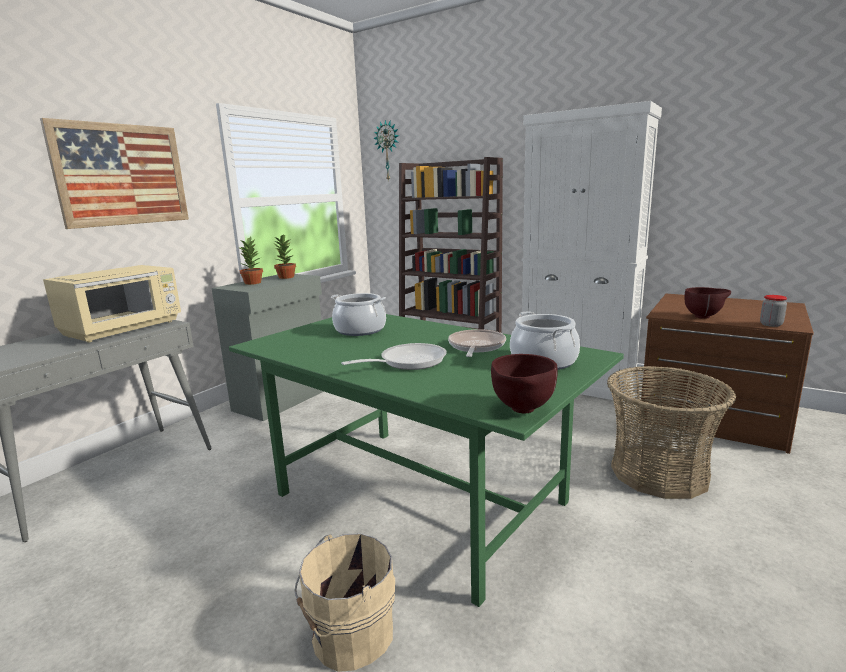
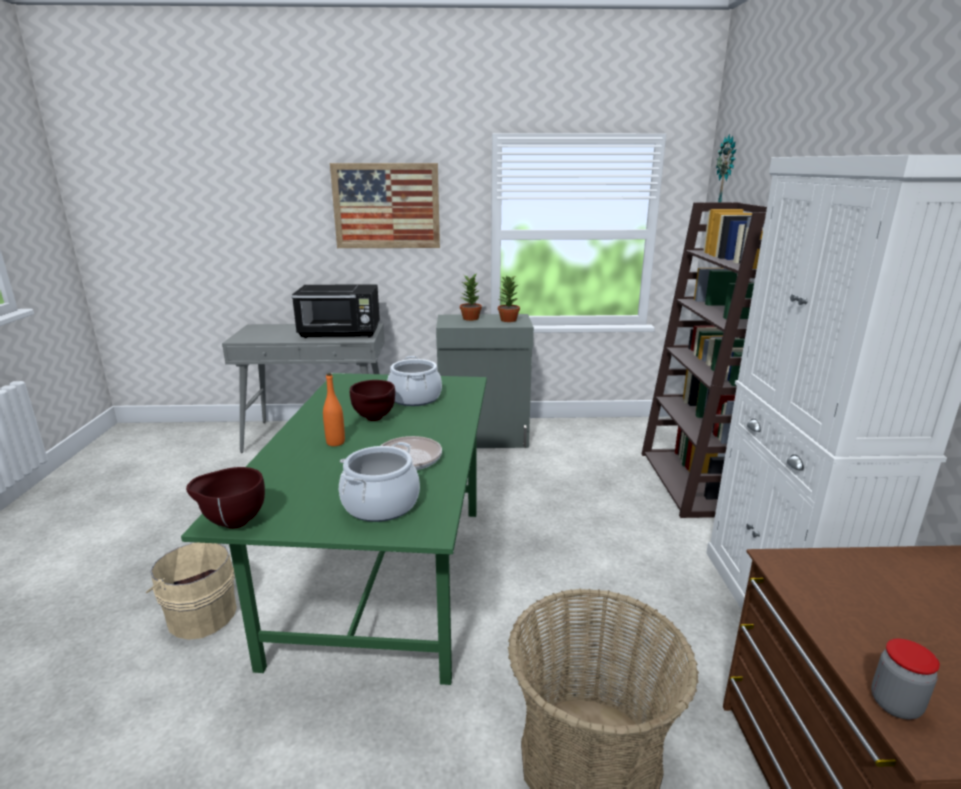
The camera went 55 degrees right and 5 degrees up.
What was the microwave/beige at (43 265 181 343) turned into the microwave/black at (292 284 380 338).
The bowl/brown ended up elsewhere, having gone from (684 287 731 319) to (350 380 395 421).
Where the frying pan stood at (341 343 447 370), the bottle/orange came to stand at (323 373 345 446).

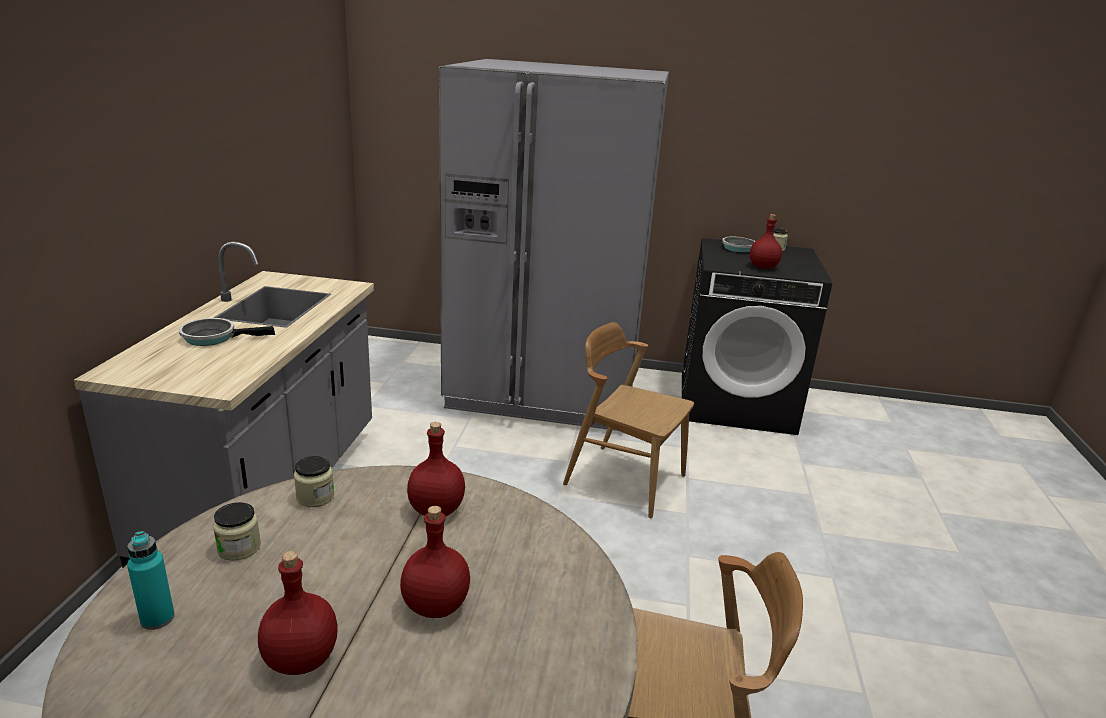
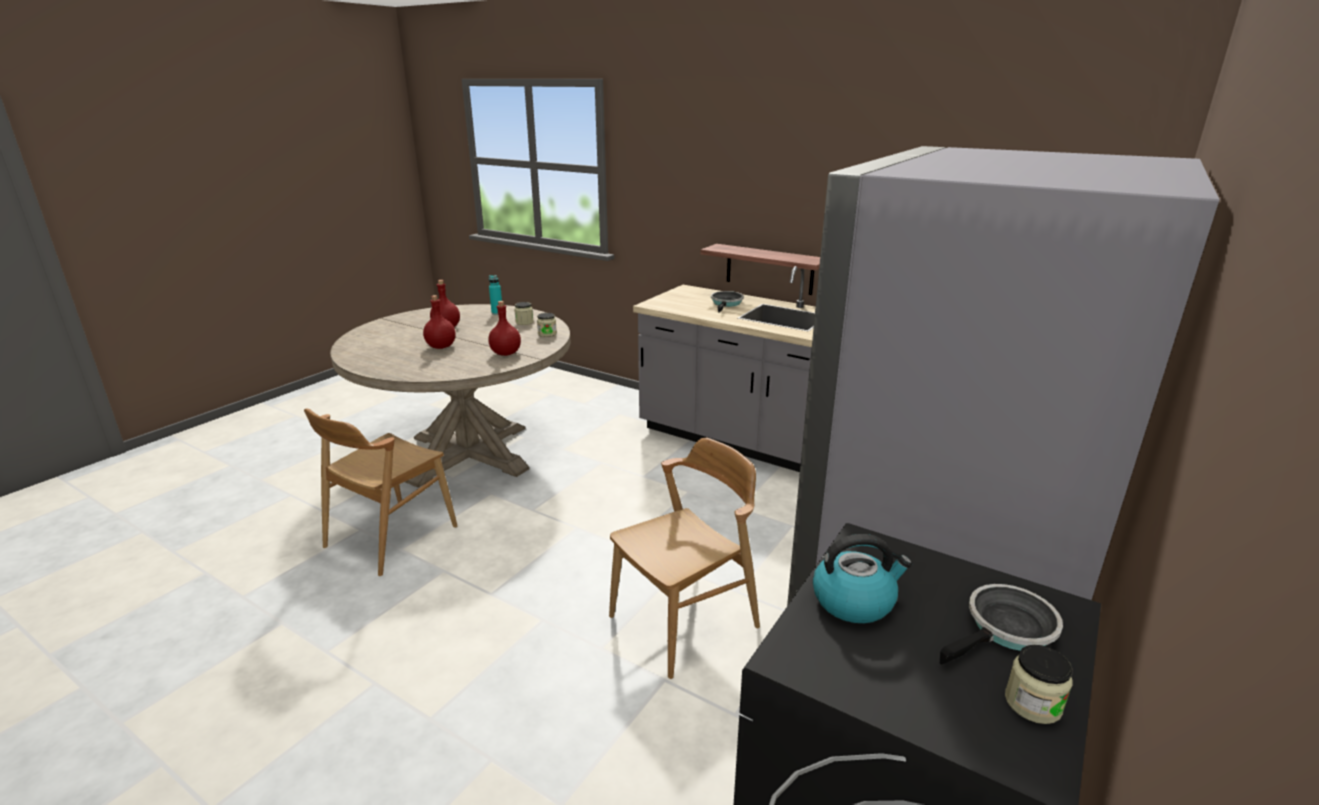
The camera went 115 degrees right and 0 degrees up.
Where the bottle/red stood at (750 214 782 269), the kettle came to stand at (813 534 912 623).
The second view gained the shelf at (700 244 820 295).

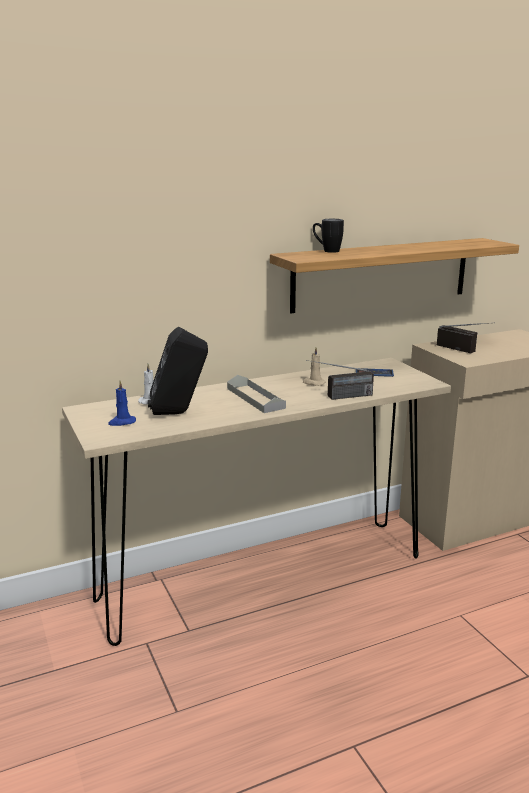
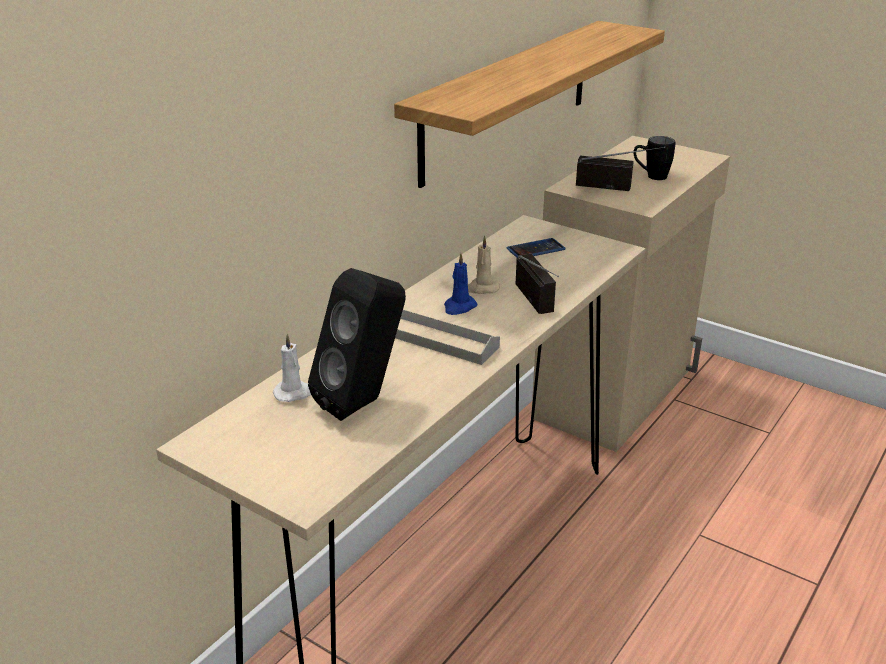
The camera went 30 degrees left and 10 degrees up.
The mug/black ended up elsewhere, having gone from (313 219 344 253) to (634 136 675 180).
The radio at (306 360 374 400) ended up facing another way, 60 degrees counterclockwise from before.
The candle/blue ended up elsewhere, having gone from (108 381 136 426) to (444 253 477 315).

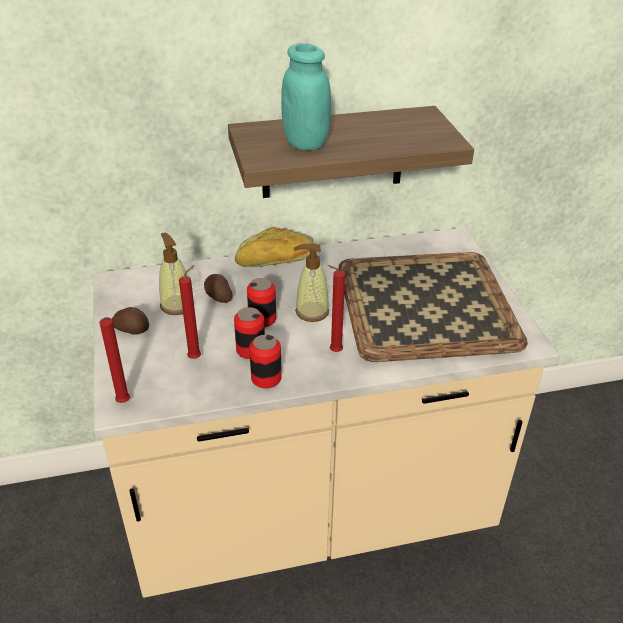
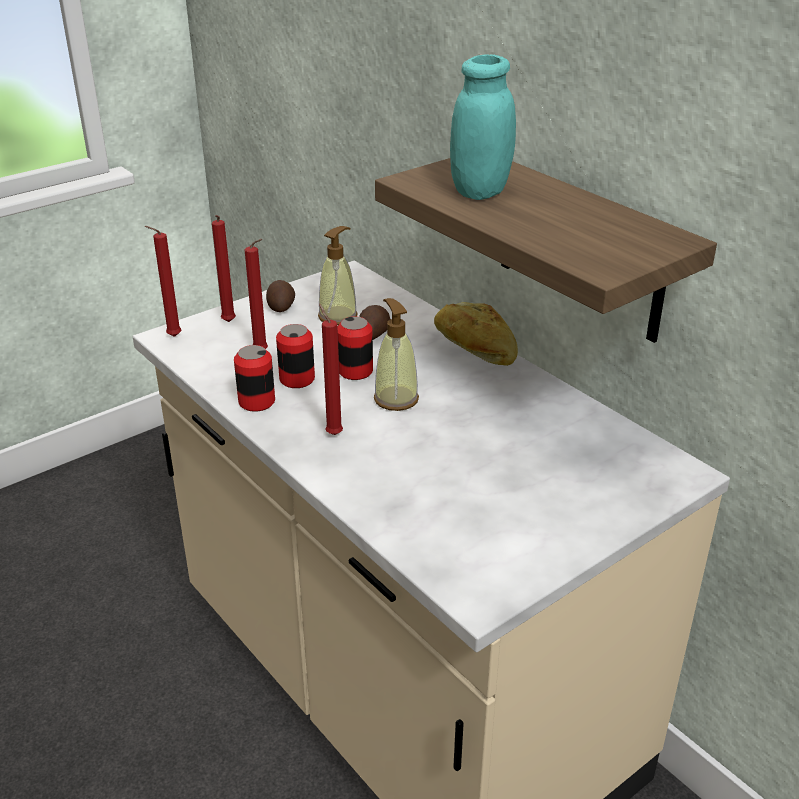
The camera went 65 degrees right and 5 degrees down.
The second view lost the tray at (338 252 528 362).
The second view gained the candle/red at (212 215 236 322).

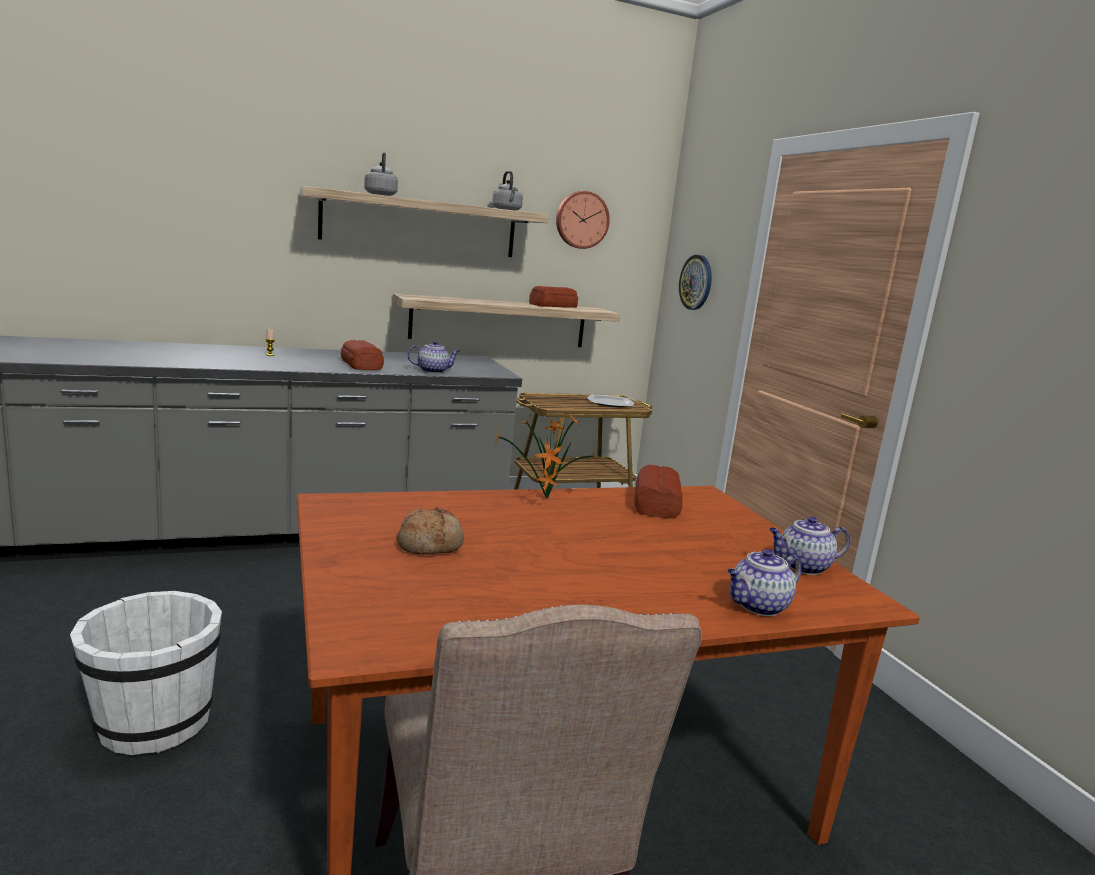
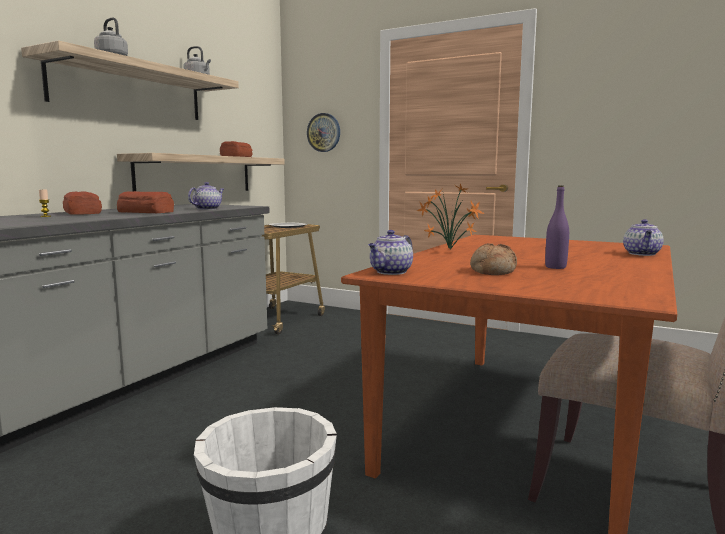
The camera went 40 degrees left and 5 degrees down.
The second view lost the wall clock at (556 191 610 249).
The bread ended up elsewhere, having gone from (634 465 682 518) to (63 191 102 215).
The teapot ended up elsewhere, having gone from (769 517 850 575) to (368 230 413 275).
The second view gained the bottle/purple at (545 185 569 269).

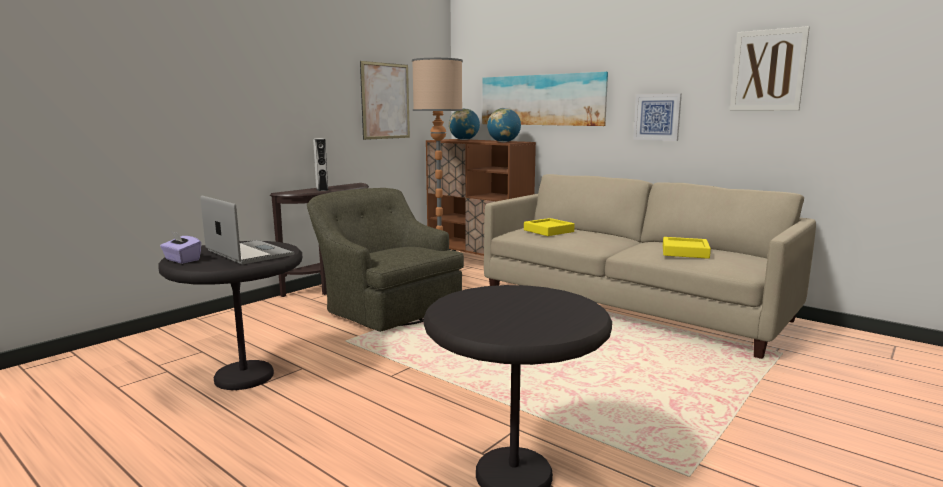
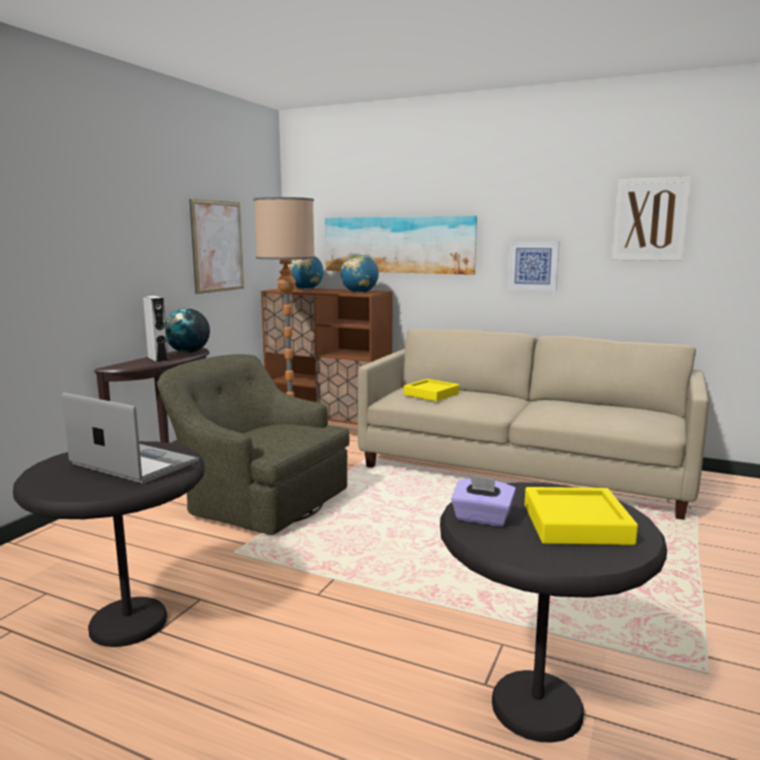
The camera went 15 degrees left and 0 degrees up.
The tissue box/purple ended up elsewhere, having gone from (160 232 201 264) to (451 476 516 526).
The tray/yellow ended up elsewhere, having gone from (663 237 711 259) to (525 487 638 545).
The second view gained the globe at (165 308 210 353).

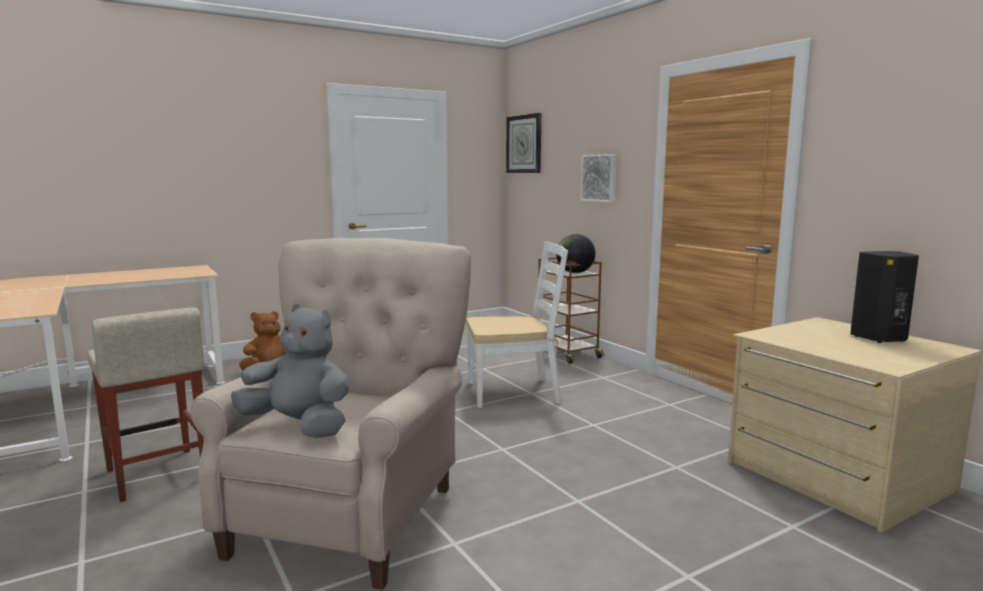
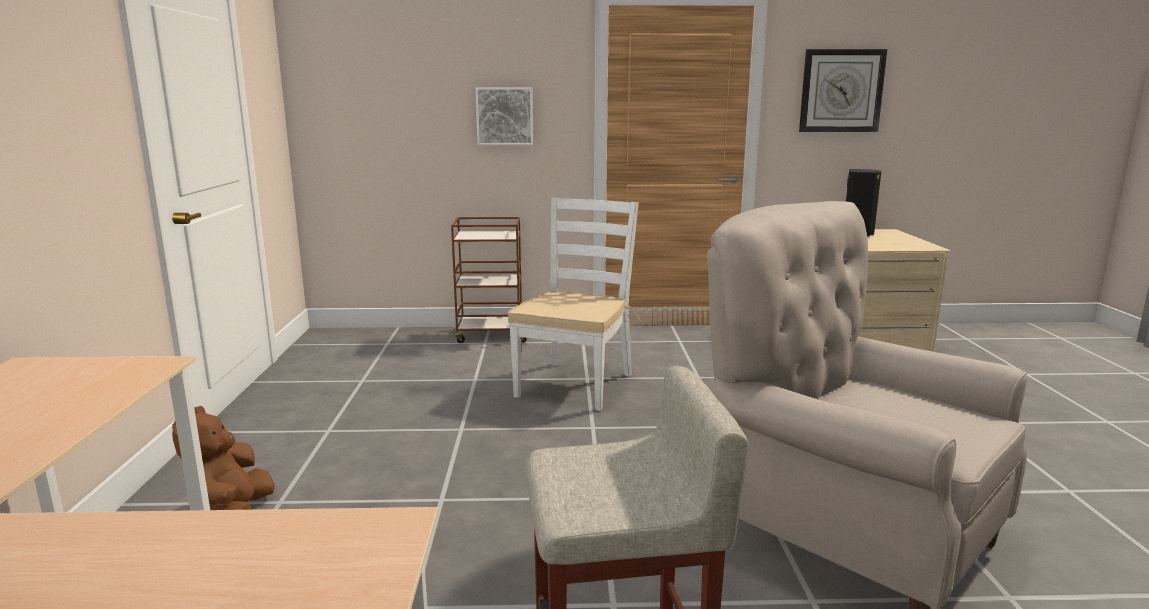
The camera went 60 degrees left and 5 degrees up.
The wall clock ended up elsewhere, having gone from (506 113 541 173) to (799 49 887 132).
The second view lost the globe at (556 234 596 273).
The second view lost the plush toy/grey at (231 303 350 438).

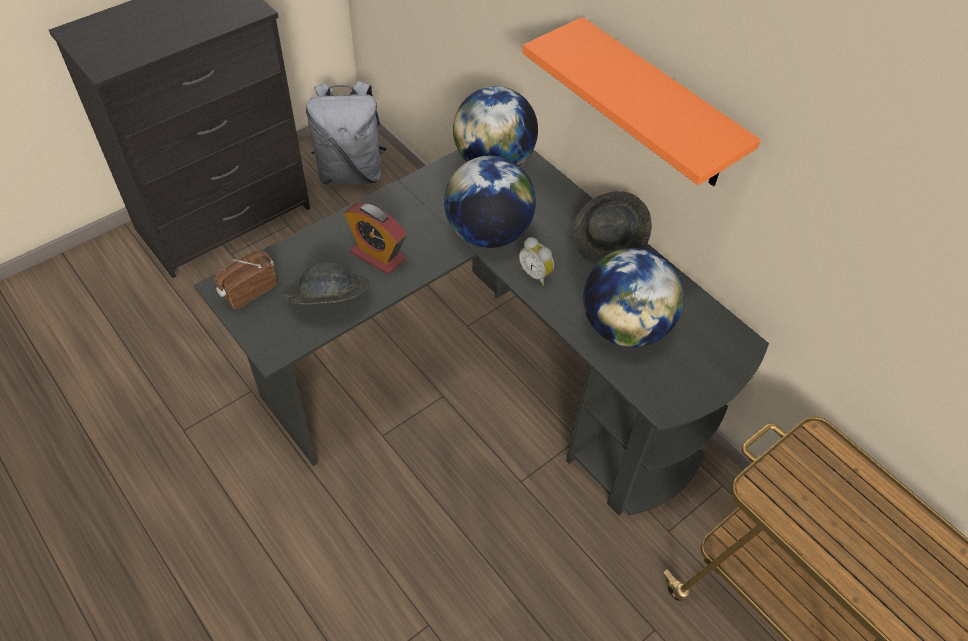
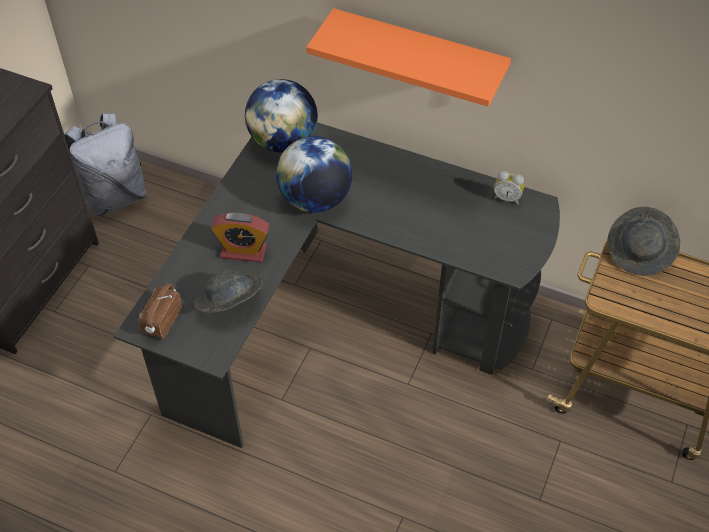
The camera went 25 degrees left and 0 degrees up.
The hat/grey ended up elsewhere, having gone from (573 191 652 265) to (607 207 680 276).
The alarm clock ended up elsewhere, having gone from (519 237 554 286) to (494 171 524 205).
The second view lost the globe at (583 248 684 347).

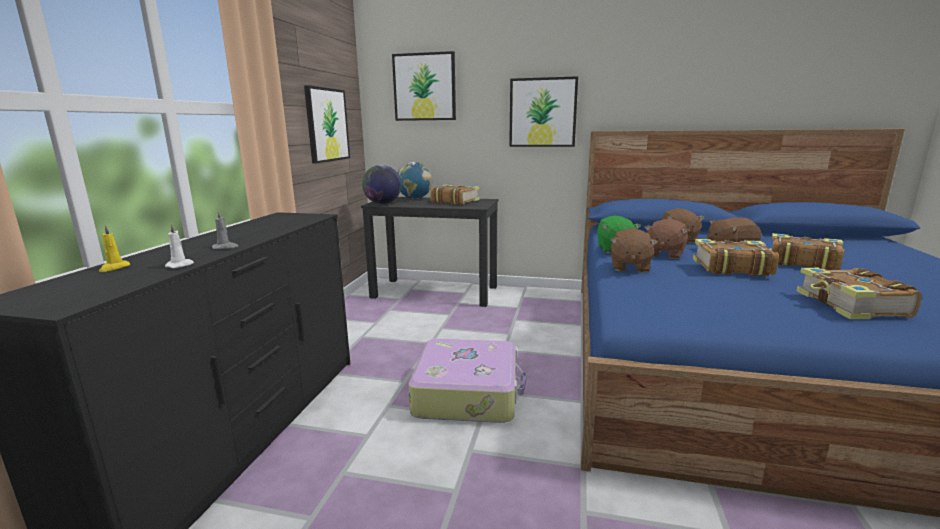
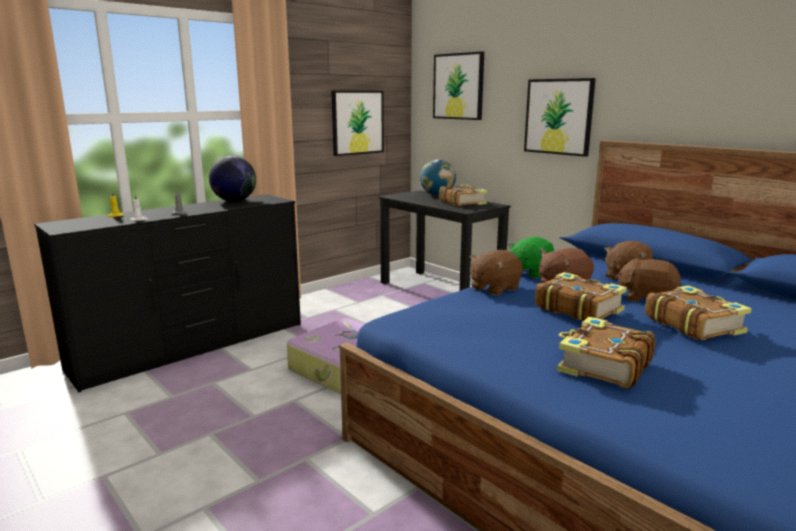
The camera went 35 degrees right and 0 degrees up.
The globe ended up elsewhere, having gone from (362 165 402 204) to (209 156 256 202).

